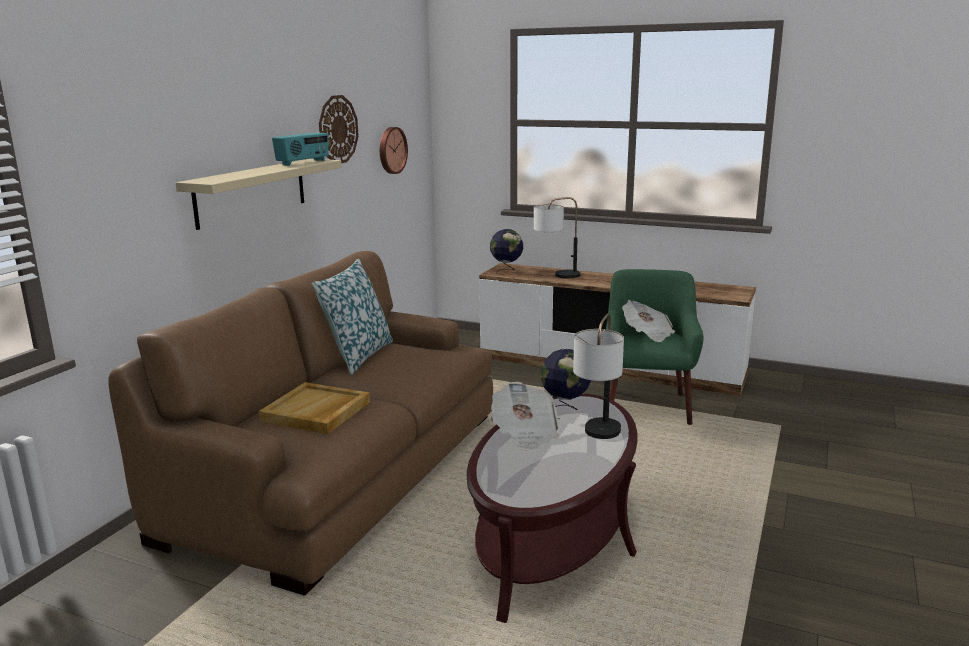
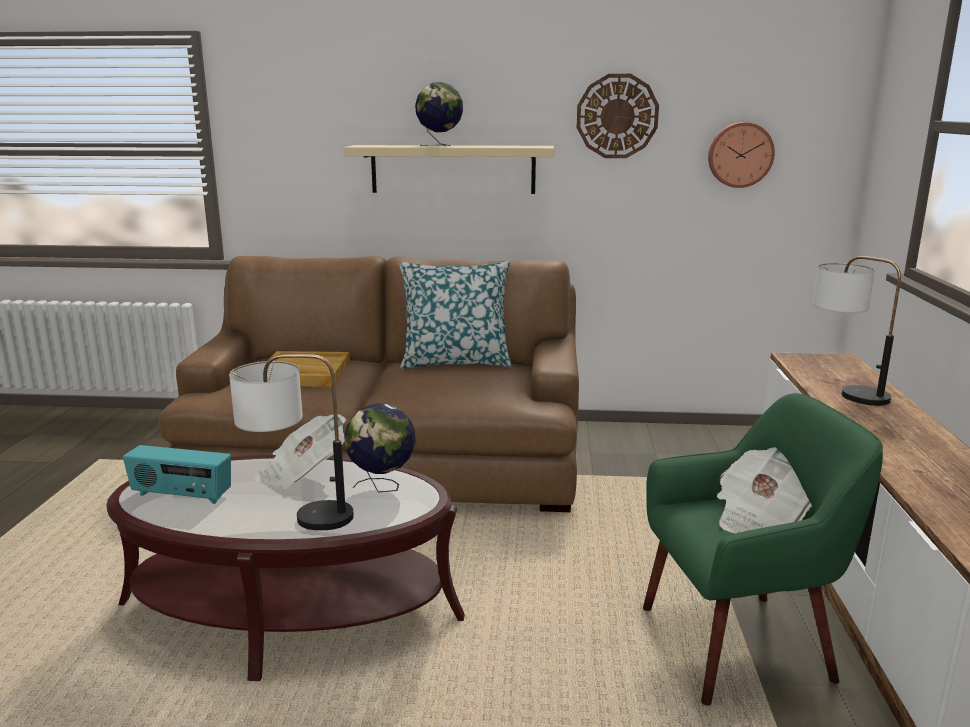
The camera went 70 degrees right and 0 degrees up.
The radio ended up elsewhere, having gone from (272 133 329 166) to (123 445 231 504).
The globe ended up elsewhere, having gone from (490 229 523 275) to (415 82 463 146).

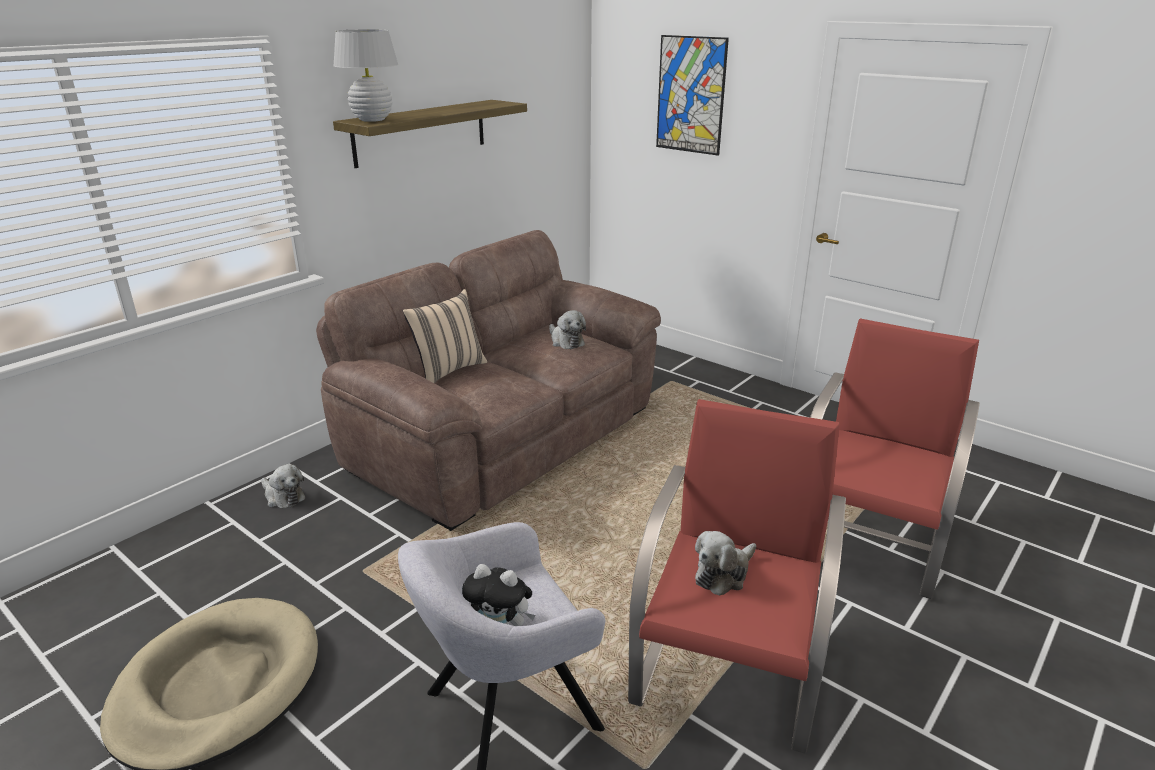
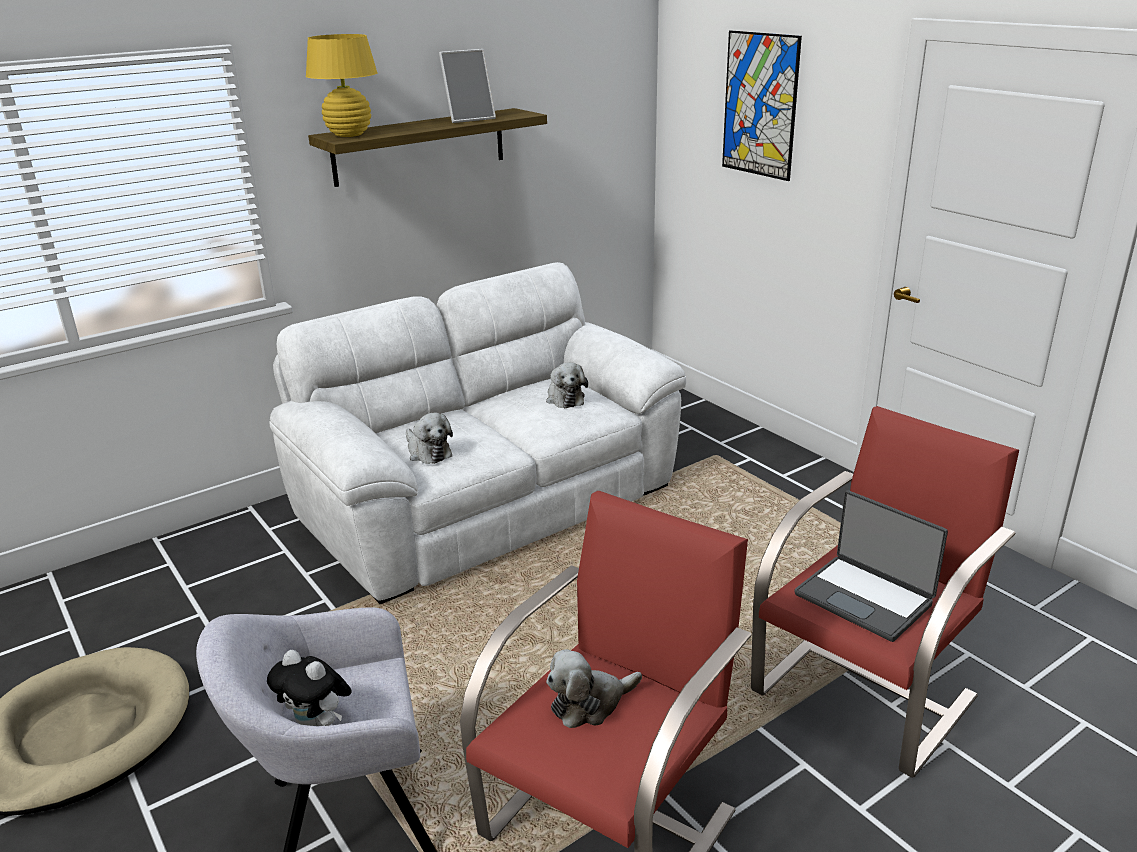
The camera went 15 degrees right and 0 degrees up.
What was the table lamp/white at (333 29 398 122) turned into the table lamp/yellow at (306 34 377 137).
What was the sofa/brown at (316 230 661 531) turned into the sofa/white at (269 262 686 604).
The second view lost the pillow/beige at (403 289 487 383).
The plush toy ended up elsewhere, having gone from (261 464 305 508) to (406 413 453 464).
The second view gained the picture frame at (439 49 496 123).
The second view gained the laptop at (795 490 948 642).

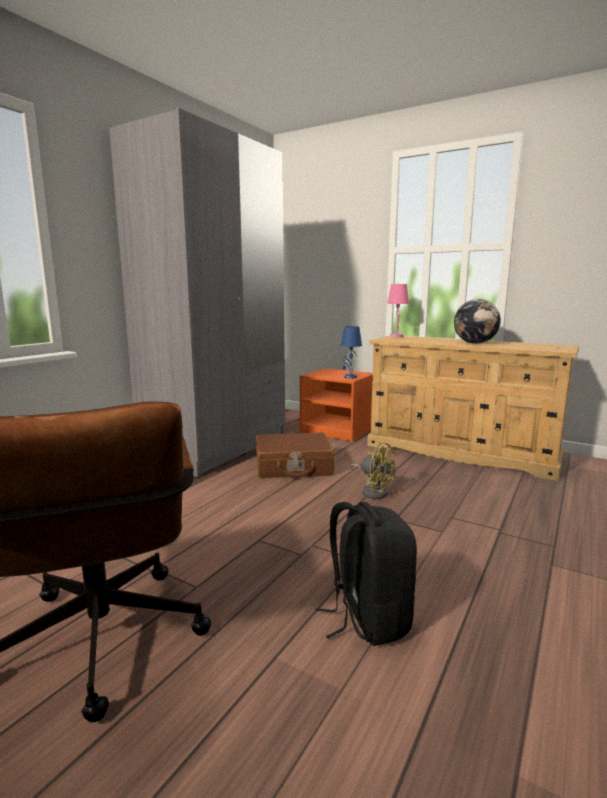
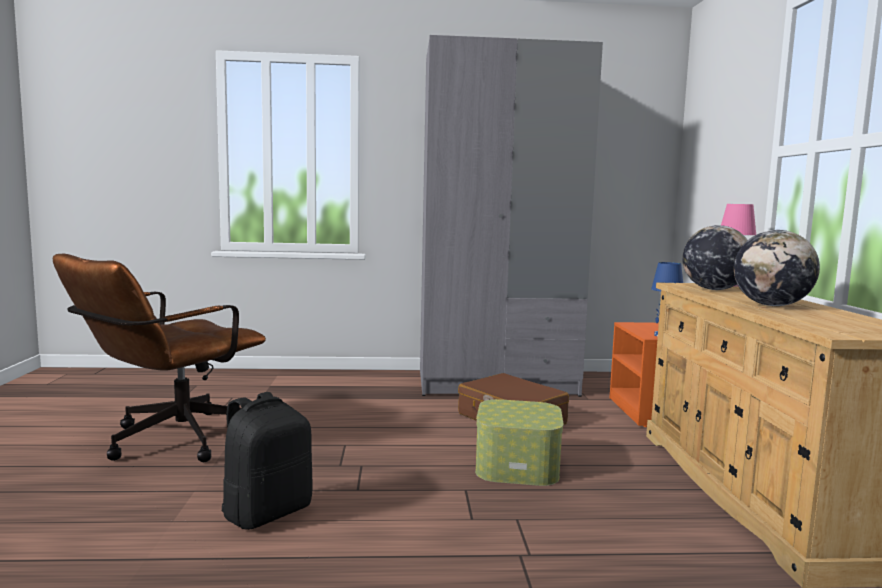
The camera went 55 degrees right and 5 degrees down.
Where the fan/yellow stood at (351 441 396 499), the storage box came to stand at (475 399 564 486).
The second view gained the globe at (682 225 748 290).

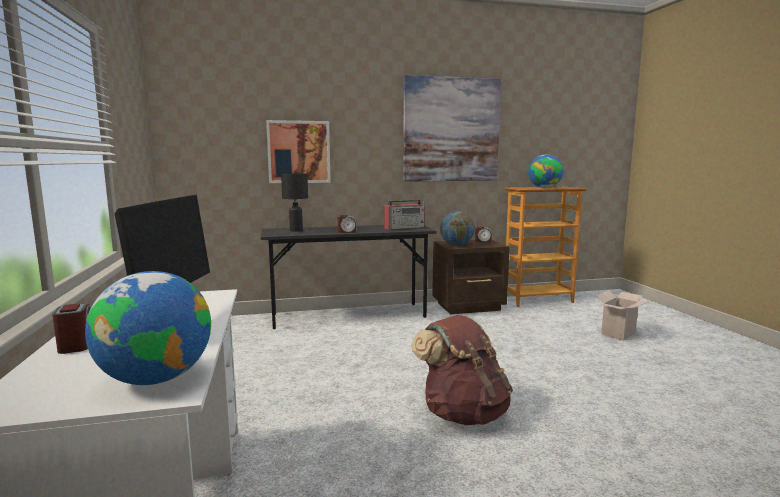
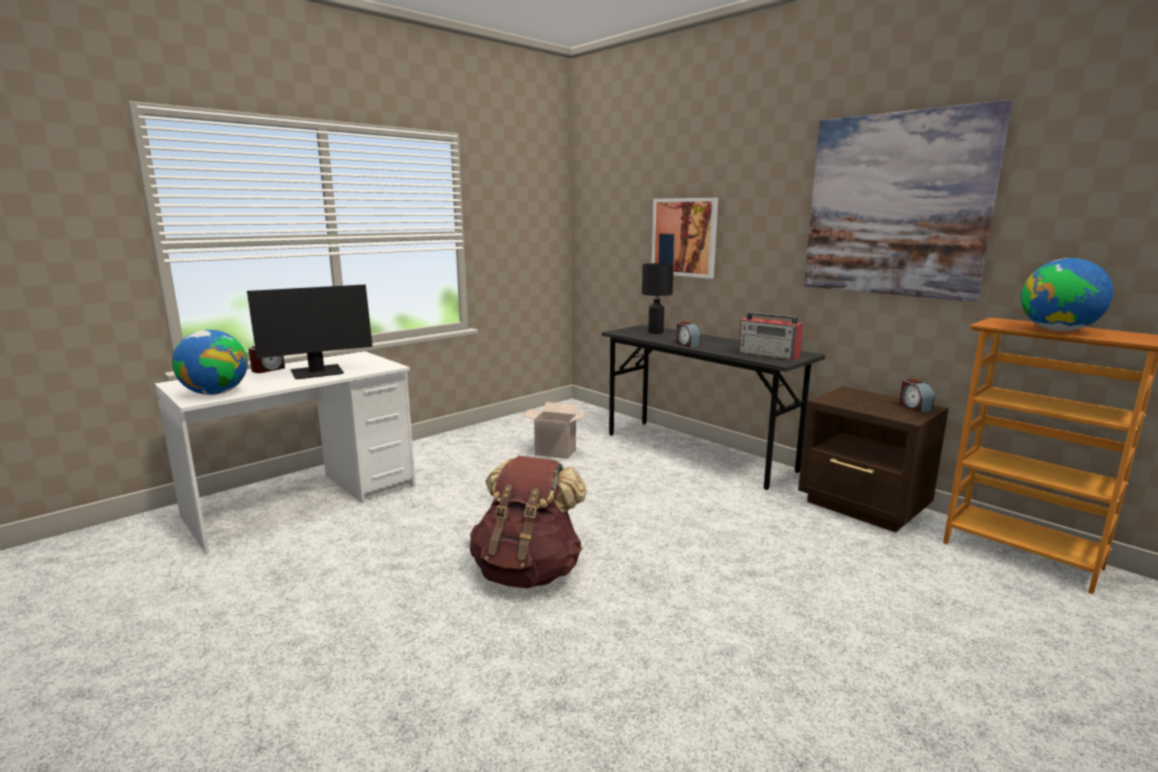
The camera went 60 degrees right and 5 degrees up.
The second view lost the globe at (440 211 475 246).
The cardboard box ended up elsewhere, having gone from (596 290 650 341) to (523 402 587 459).

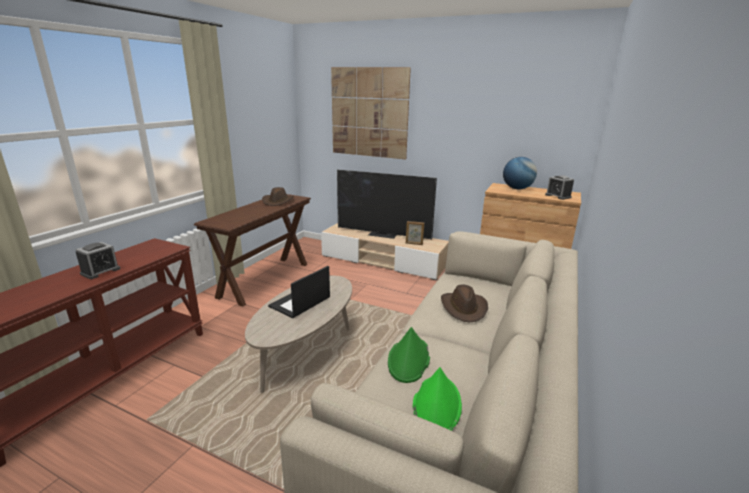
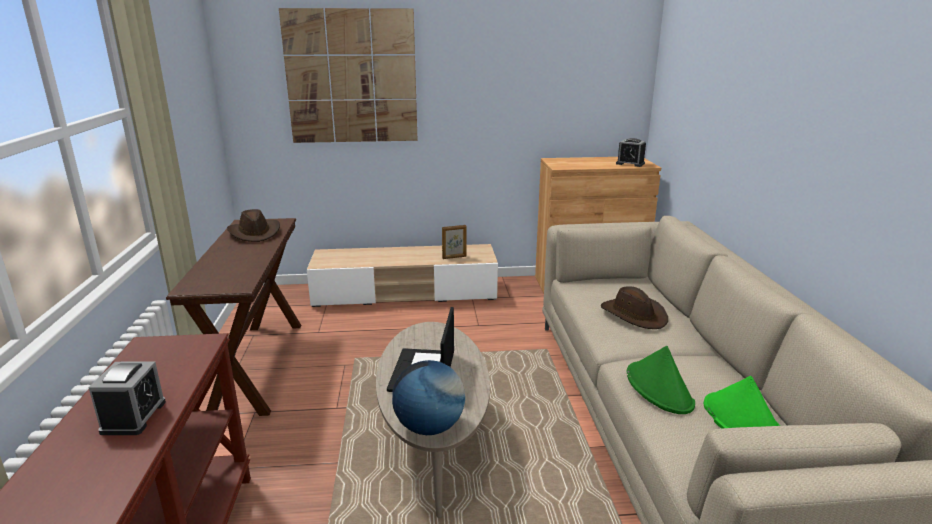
The camera went 30 degrees left and 0 degrees up.
The globe ended up elsewhere, having gone from (503 157 537 189) to (392 360 465 435).
The second view lost the television at (337 170 437 239).

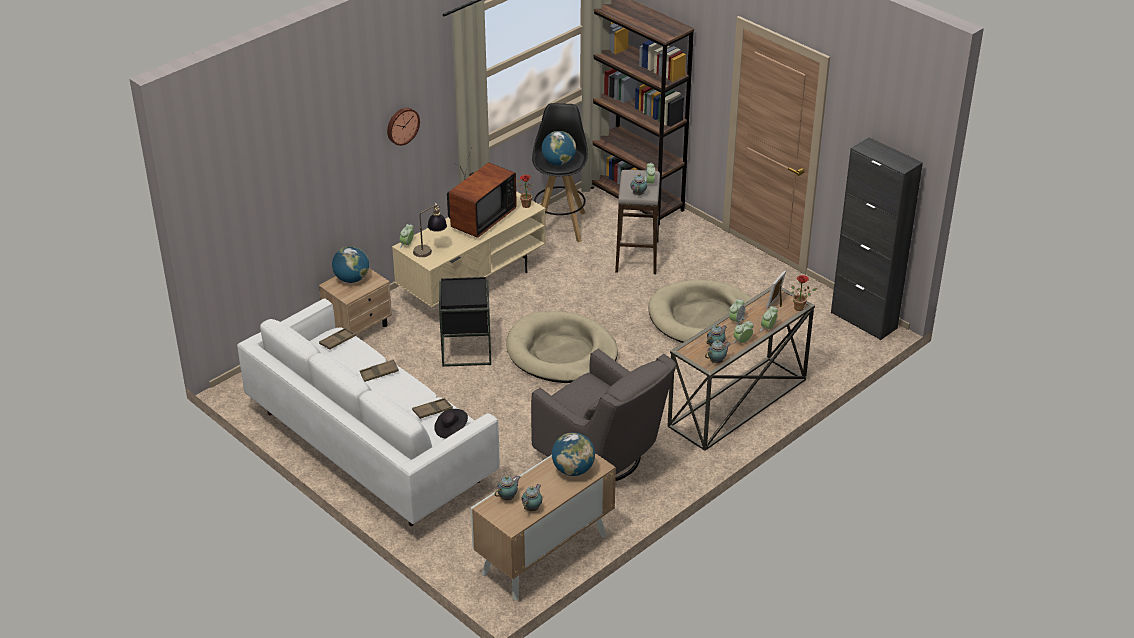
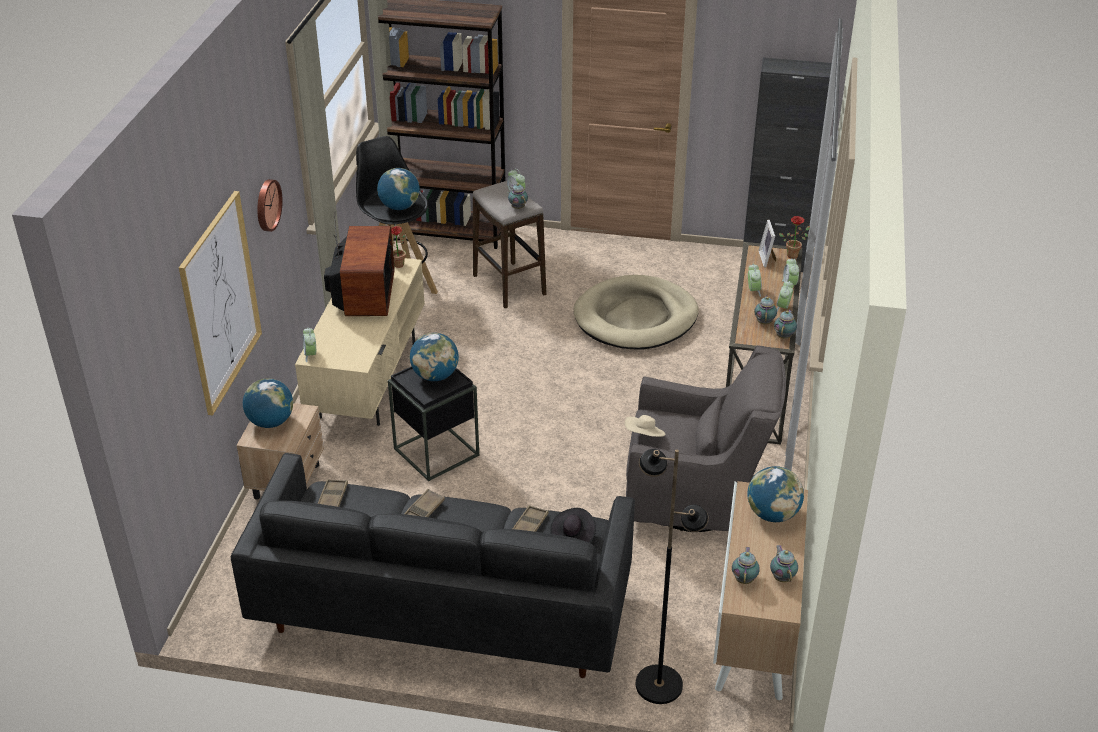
The camera went 35 degrees left and 0 degrees up.
The second view lost the table lamp at (413 203 447 257).
What was the sofa/white at (237 298 500 526) turned into the sofa/black at (231 453 635 678).
The second view lost the dog bed/beige at (506 311 618 383).
The second view gained the picture at (179 191 262 415).
The second view gained the globe at (410 333 459 381).
The second view gained the hat/beige at (625 415 665 437).
The second view gained the floor lamp/black at (636 449 709 704).

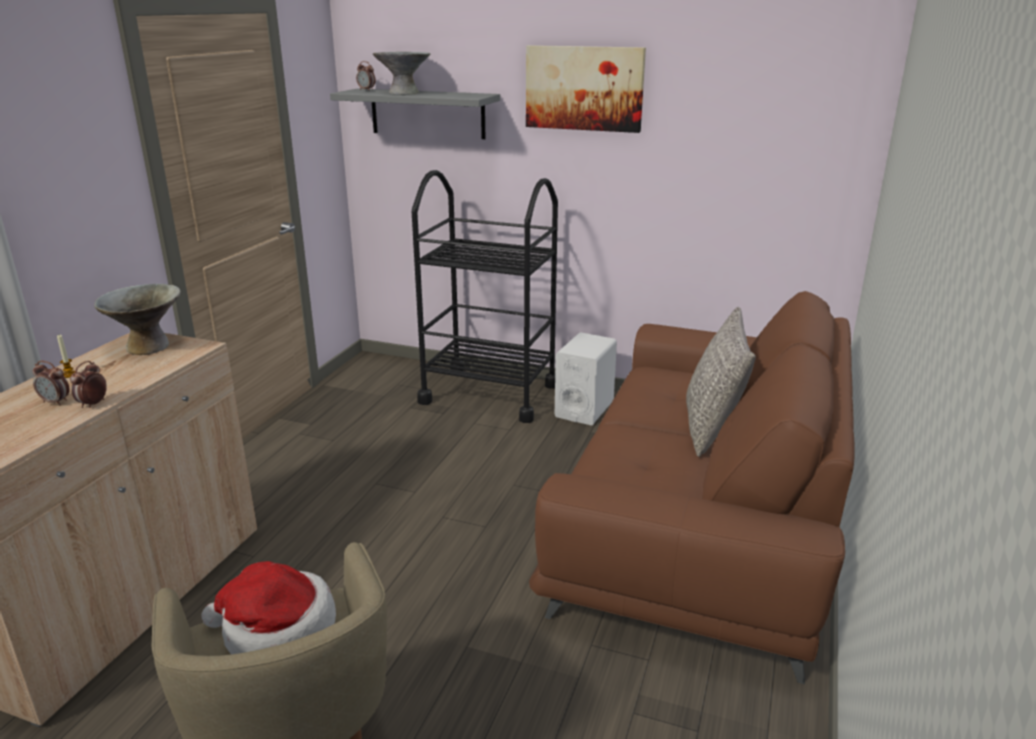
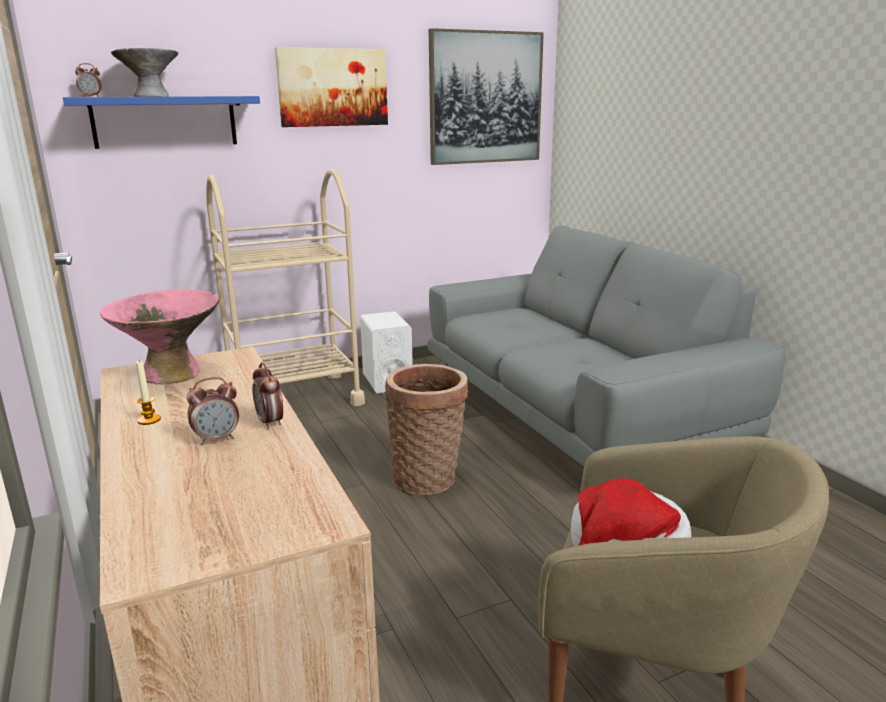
The camera went 45 degrees left and 5 degrees down.
What was the shelf/grey at (330 88 500 139) turned into the shelf/blue at (63 96 260 149).
What was the cart/black at (412 170 558 423) turned into the cart/beige at (206 169 365 406).
What was the bowl/grey at (94 284 181 355) turned into the bowl/pink at (100 289 219 385).
What was the sofa/brown at (529 291 854 684) turned into the sofa/grey at (427 225 785 466).
The second view lost the pillow/grey at (686 307 756 457).
The second view gained the picture at (429 28 544 165).
The second view gained the basket at (385 364 468 496).

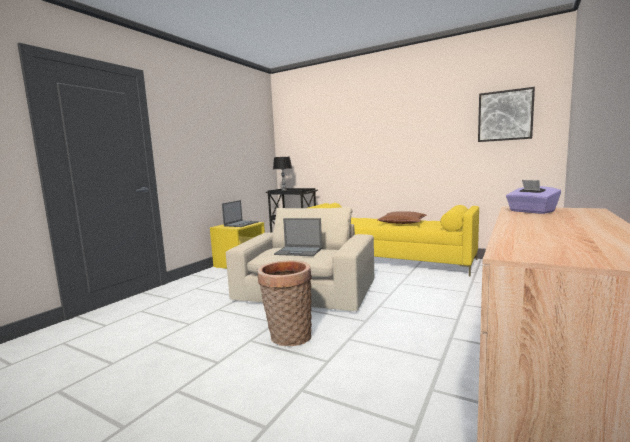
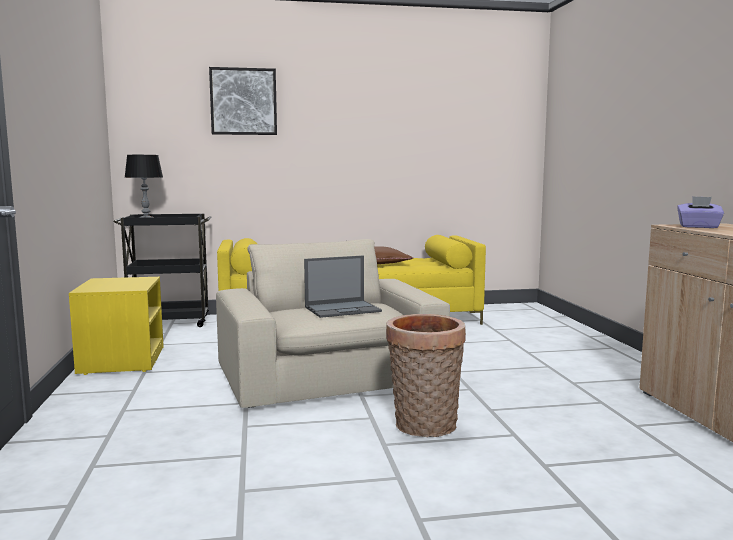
The camera went 40 degrees left and 0 degrees up.
The picture ended up elsewhere, having gone from (478 87 535 142) to (209 67 277 135).
The second view lost the laptop at (222 200 259 227).

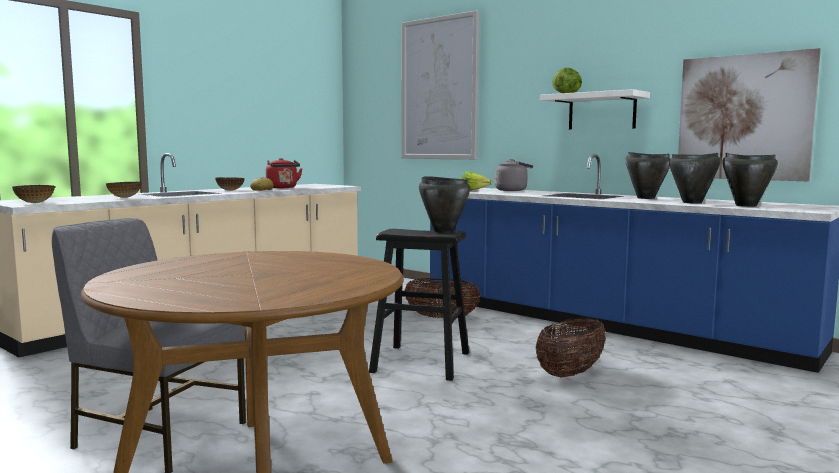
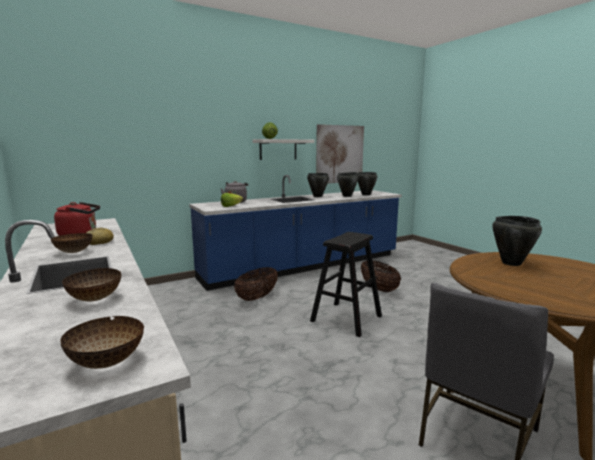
The camera went 70 degrees left and 5 degrees up.
The second view lost the picture at (401 10 480 160).
The cooking pot/black ended up elsewhere, having gone from (419 176 470 233) to (492 216 542 266).

